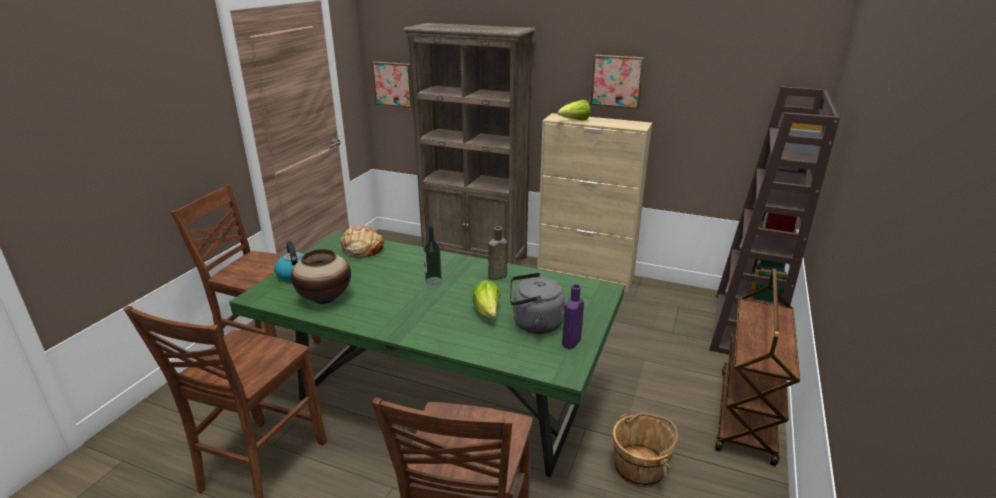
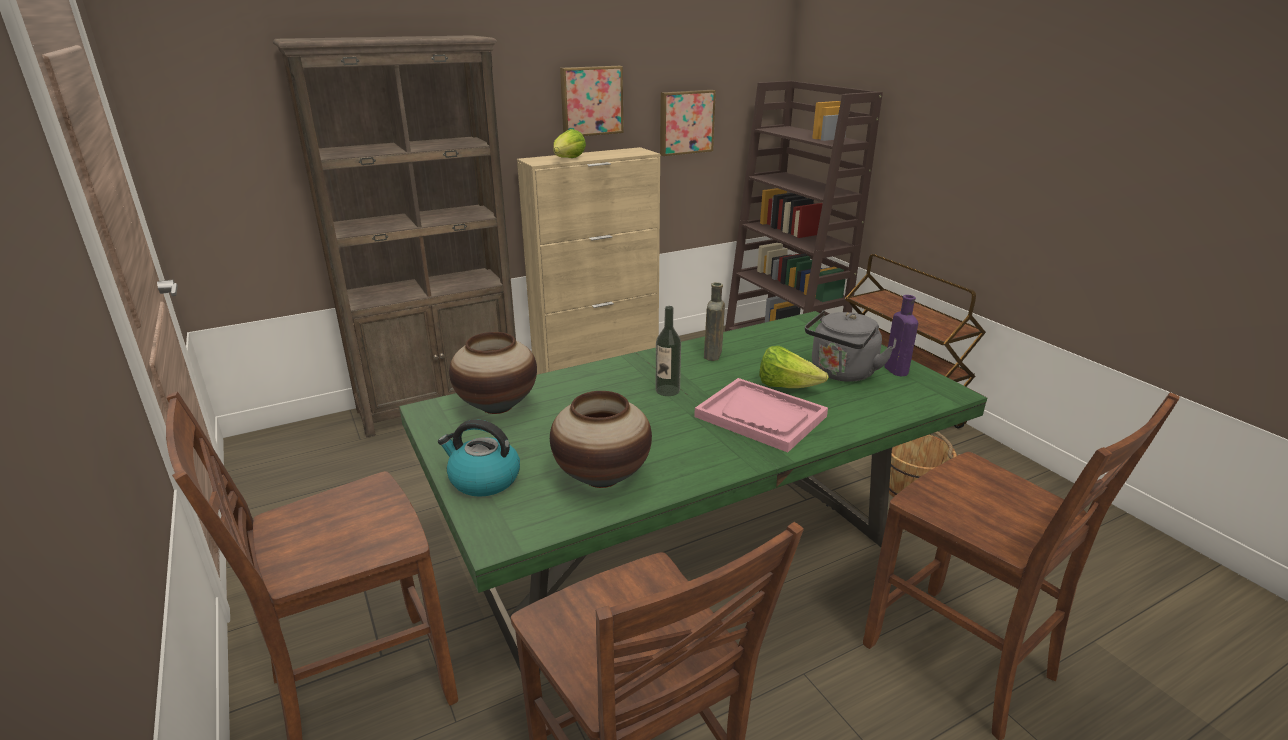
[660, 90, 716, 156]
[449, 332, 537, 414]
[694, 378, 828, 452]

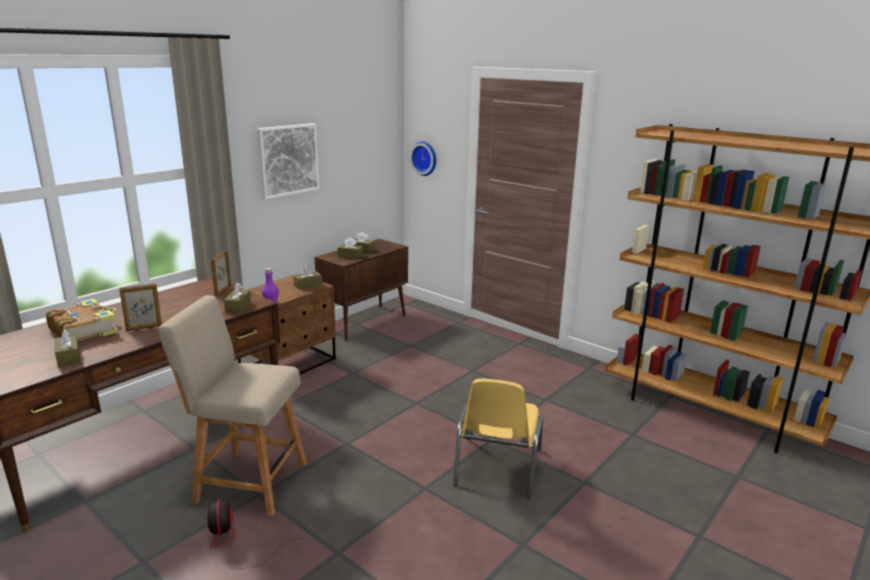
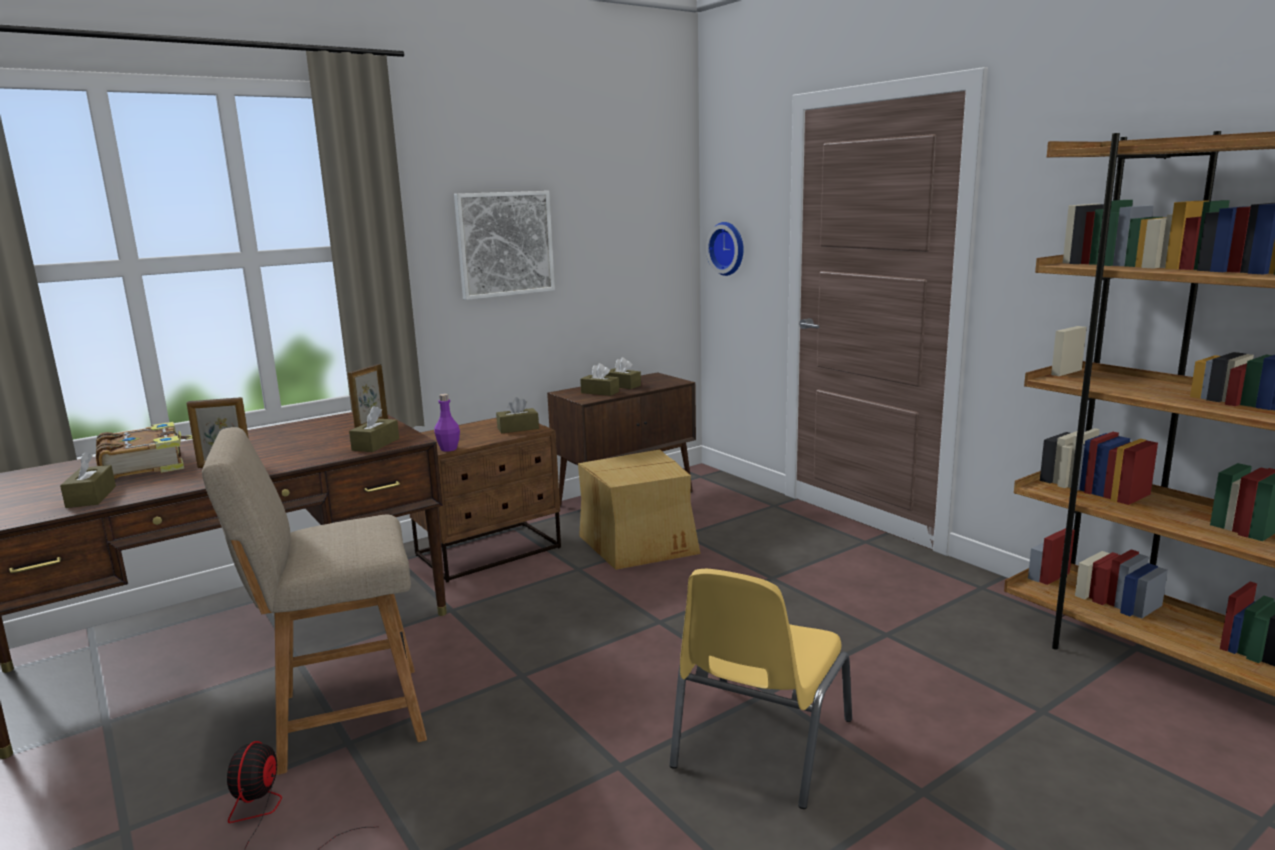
[202, 427, 427, 775]
[578, 449, 701, 570]

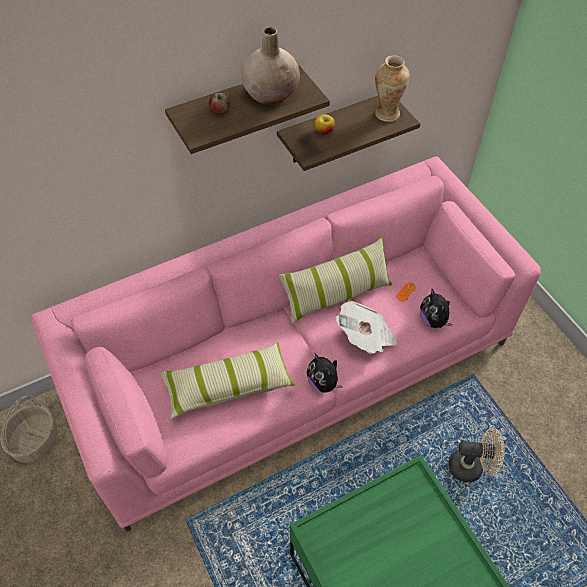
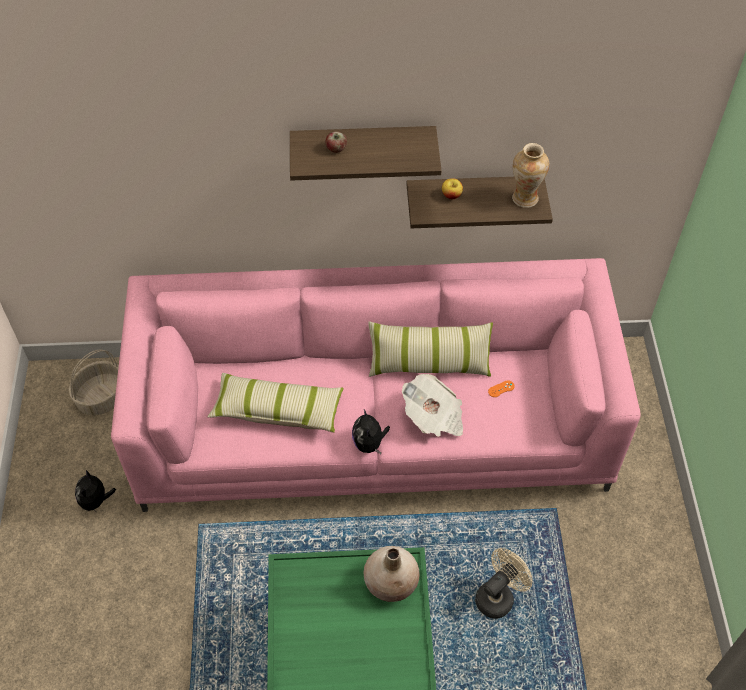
[363, 546, 420, 602]
[75, 470, 116, 511]
[475, 548, 533, 619]

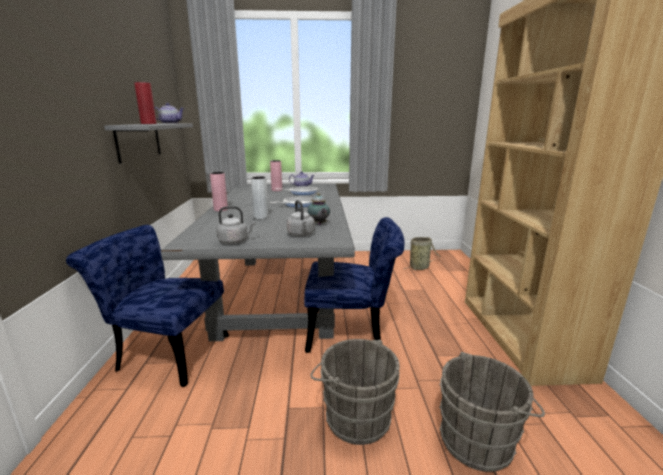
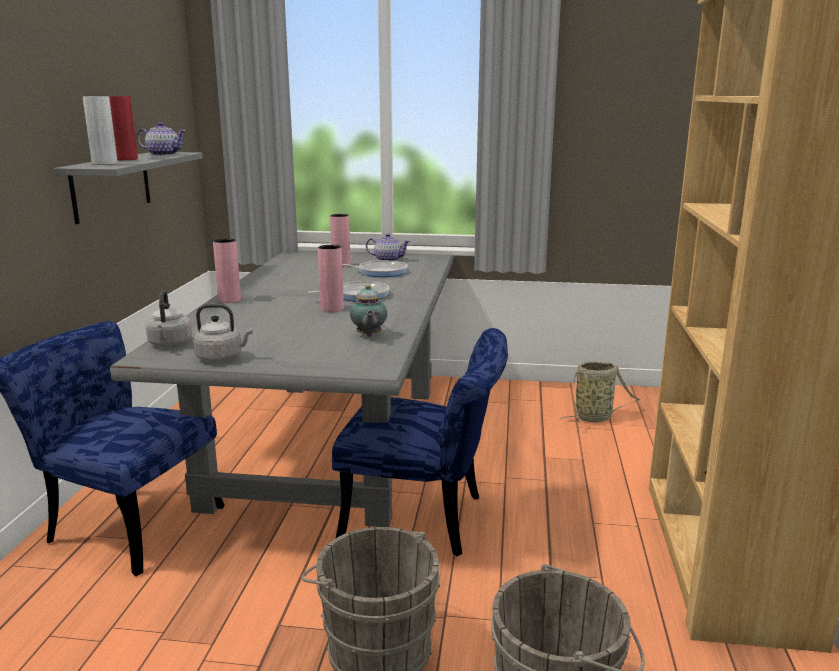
[83, 96, 118, 165]
[145, 290, 192, 347]
[318, 245, 344, 312]

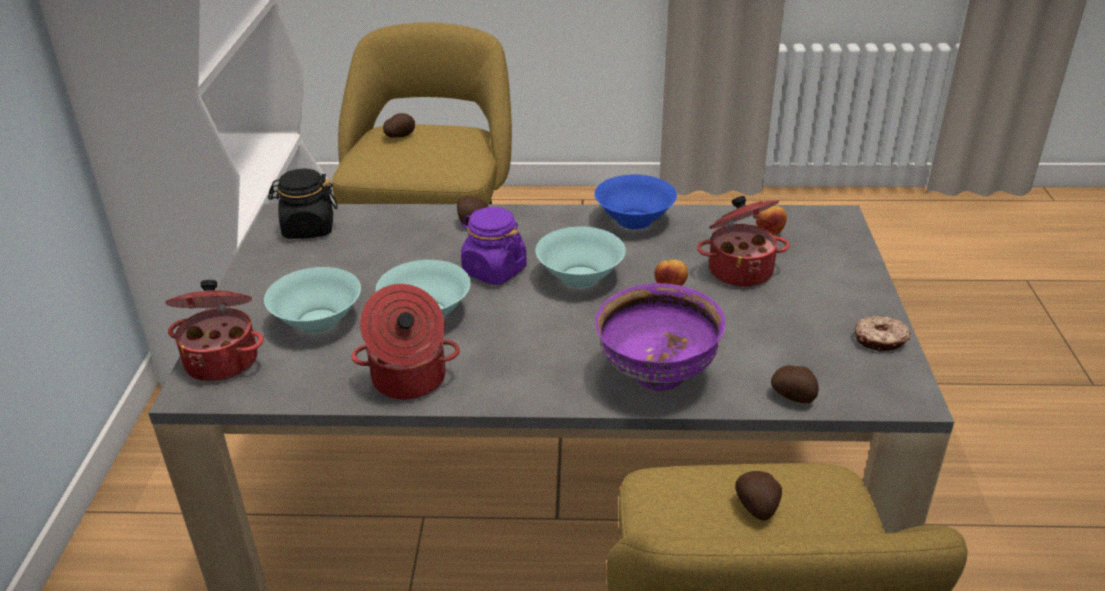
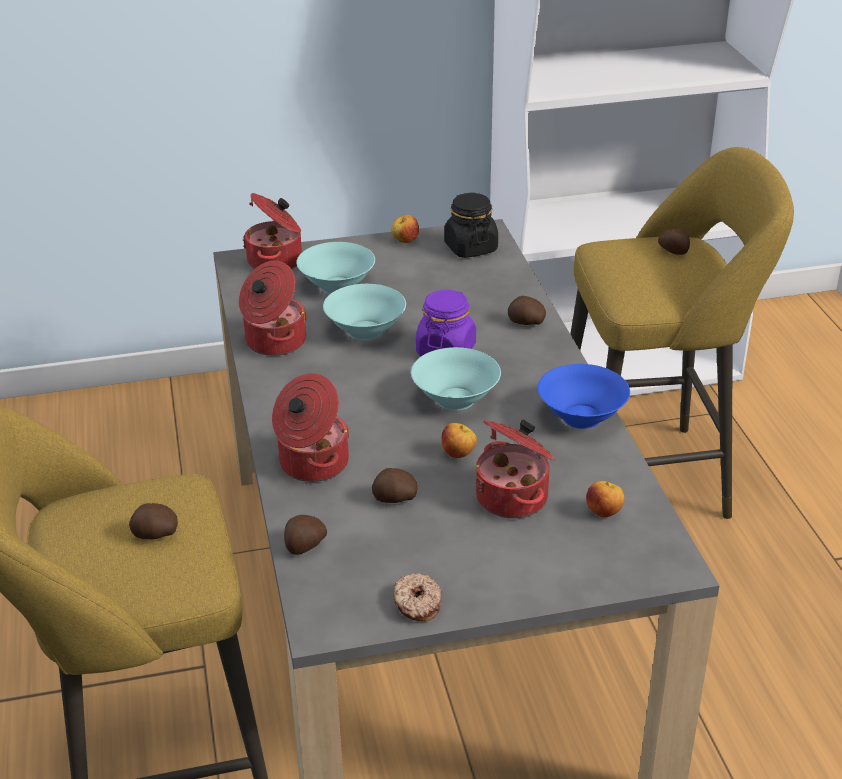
[272, 373, 349, 482]
[391, 215, 419, 243]
[372, 468, 418, 503]

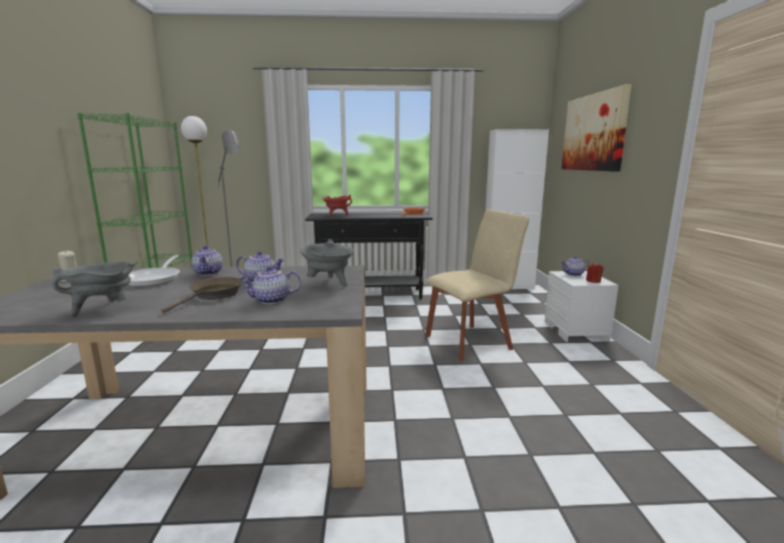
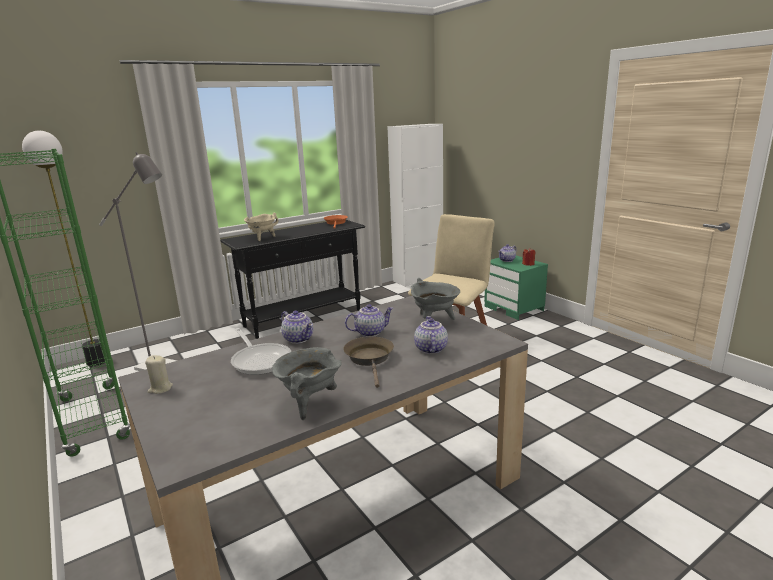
[562, 84, 632, 172] (first image)
[244, 213, 278, 241]
[414, 316, 448, 354]
[484, 256, 548, 320]

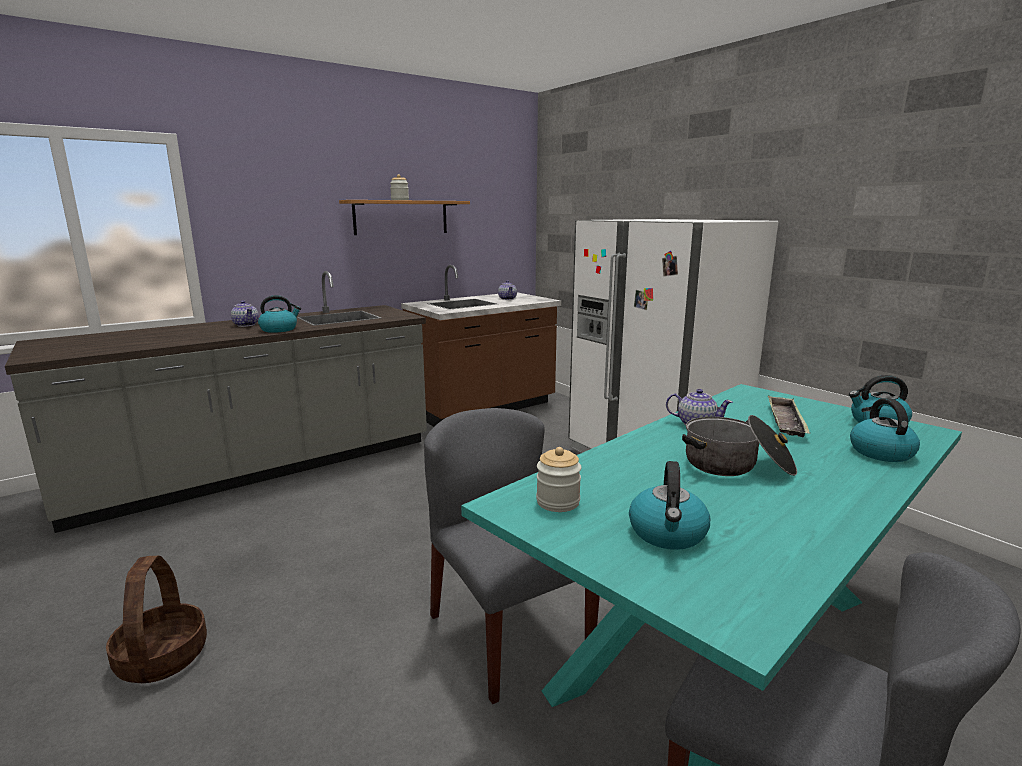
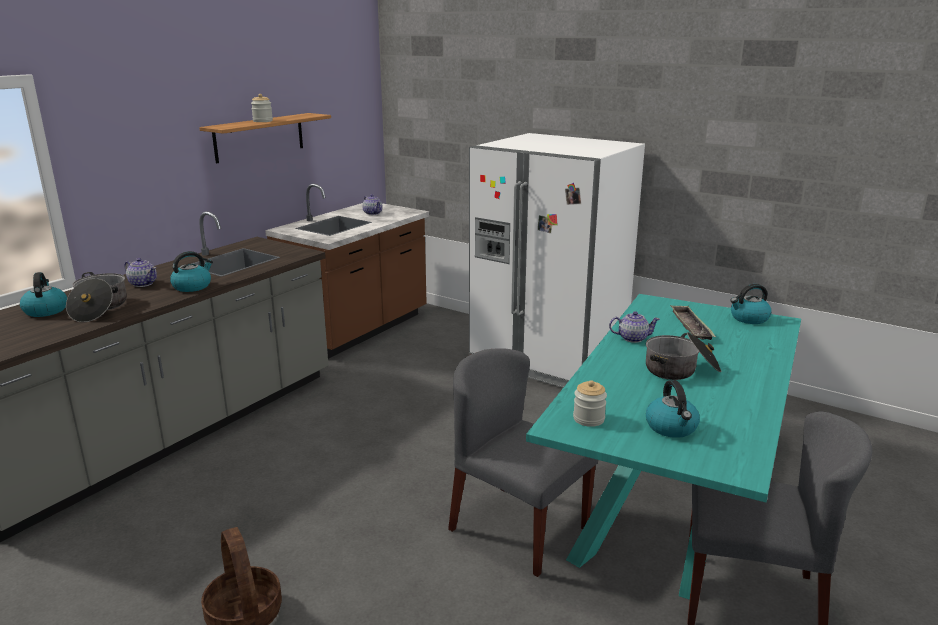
[20, 272, 67, 317]
[66, 272, 127, 322]

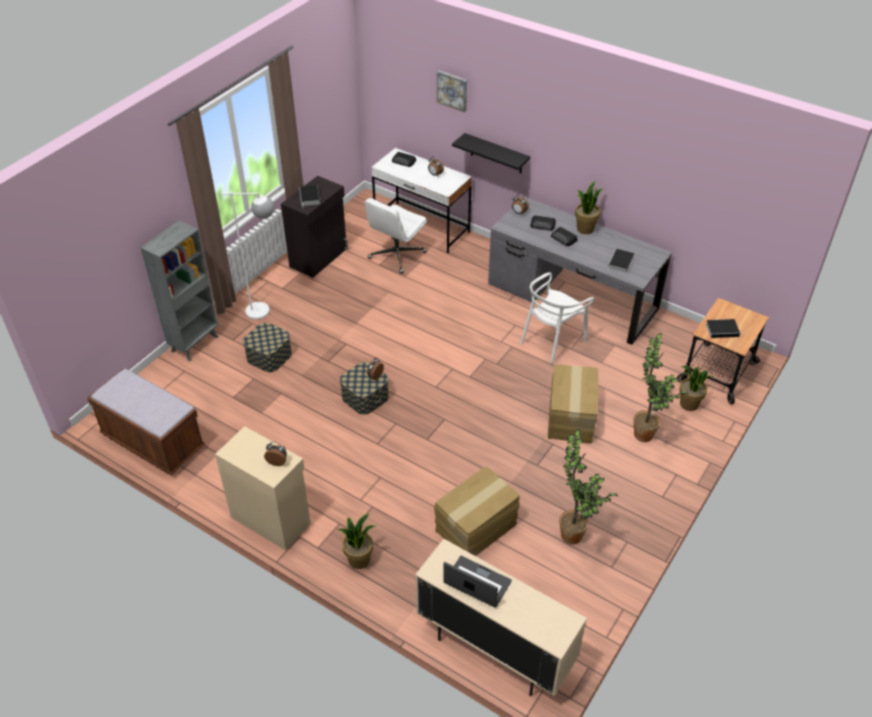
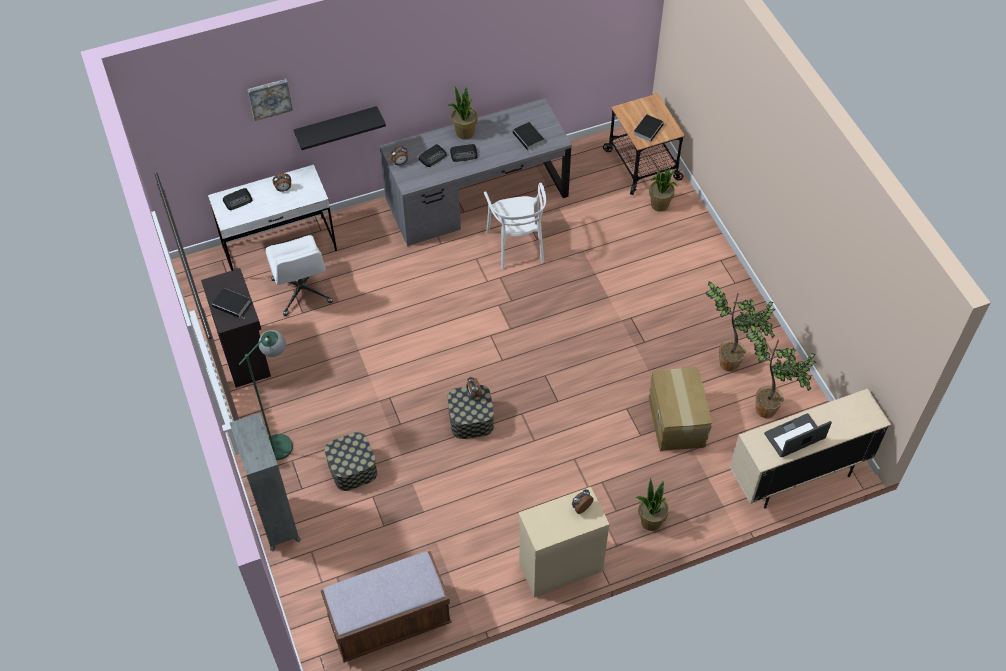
[239, 330, 293, 460]
[746, 324, 816, 418]
[548, 364, 599, 444] (first image)

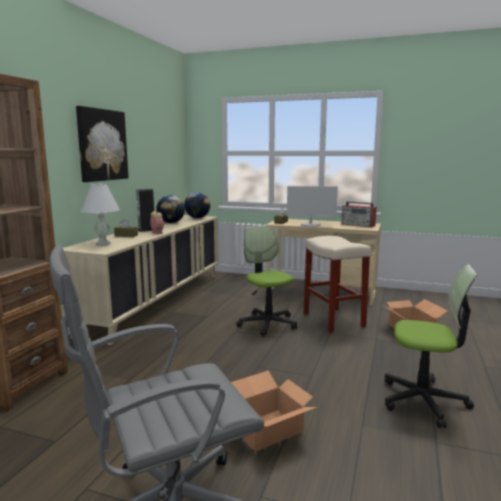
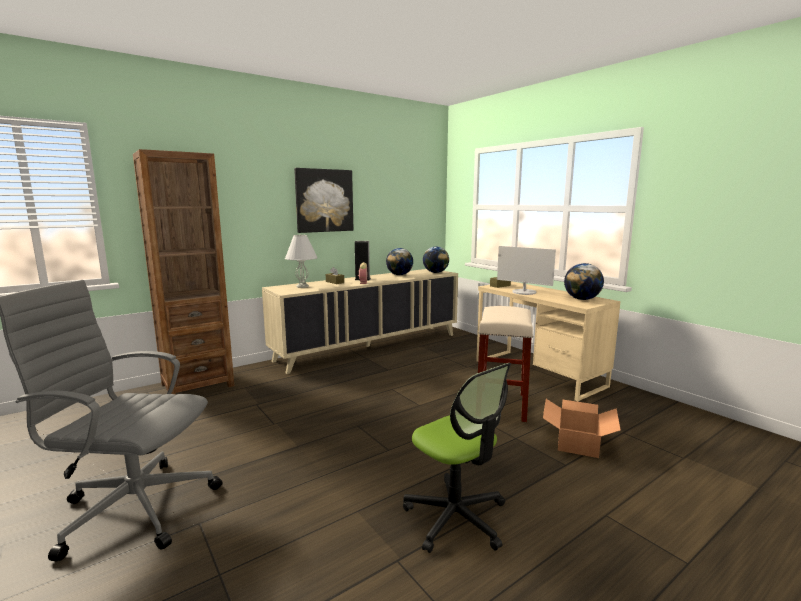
[564, 263, 604, 300]
[236, 226, 297, 336] (first image)
[231, 371, 317, 452] (first image)

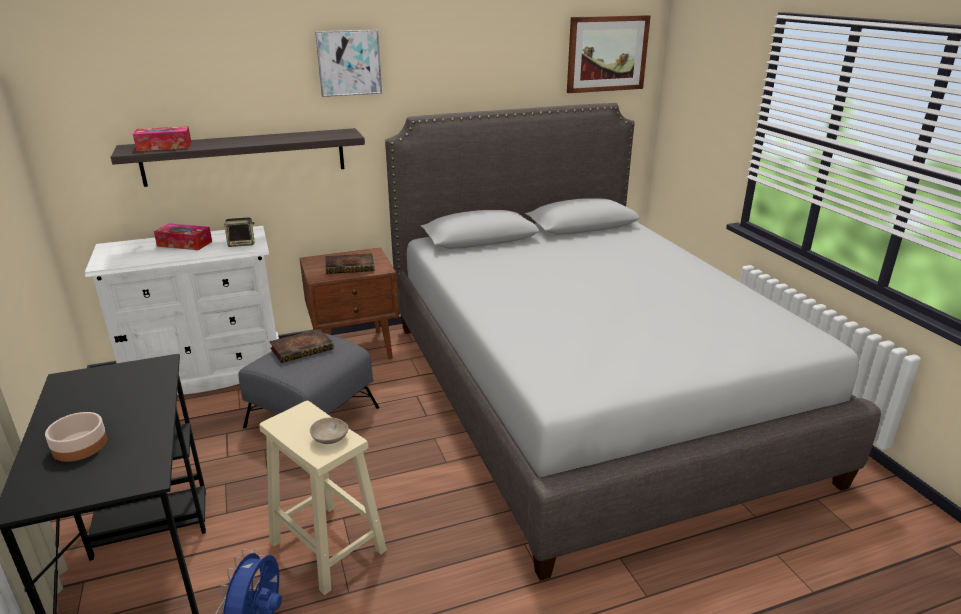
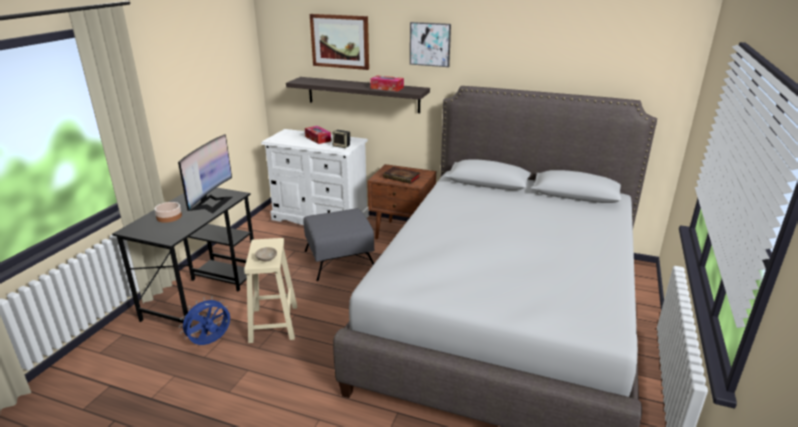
[310, 14, 369, 70]
[370, 75, 404, 92]
[269, 329, 334, 363] (first image)
[178, 135, 232, 214]

